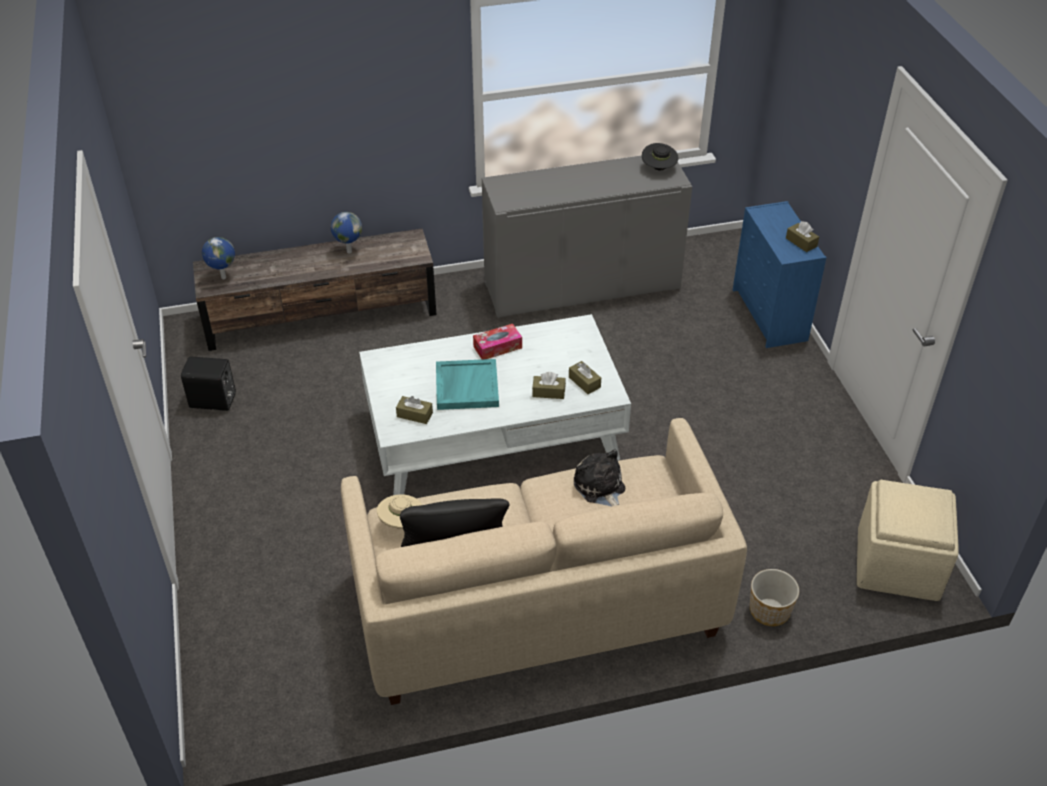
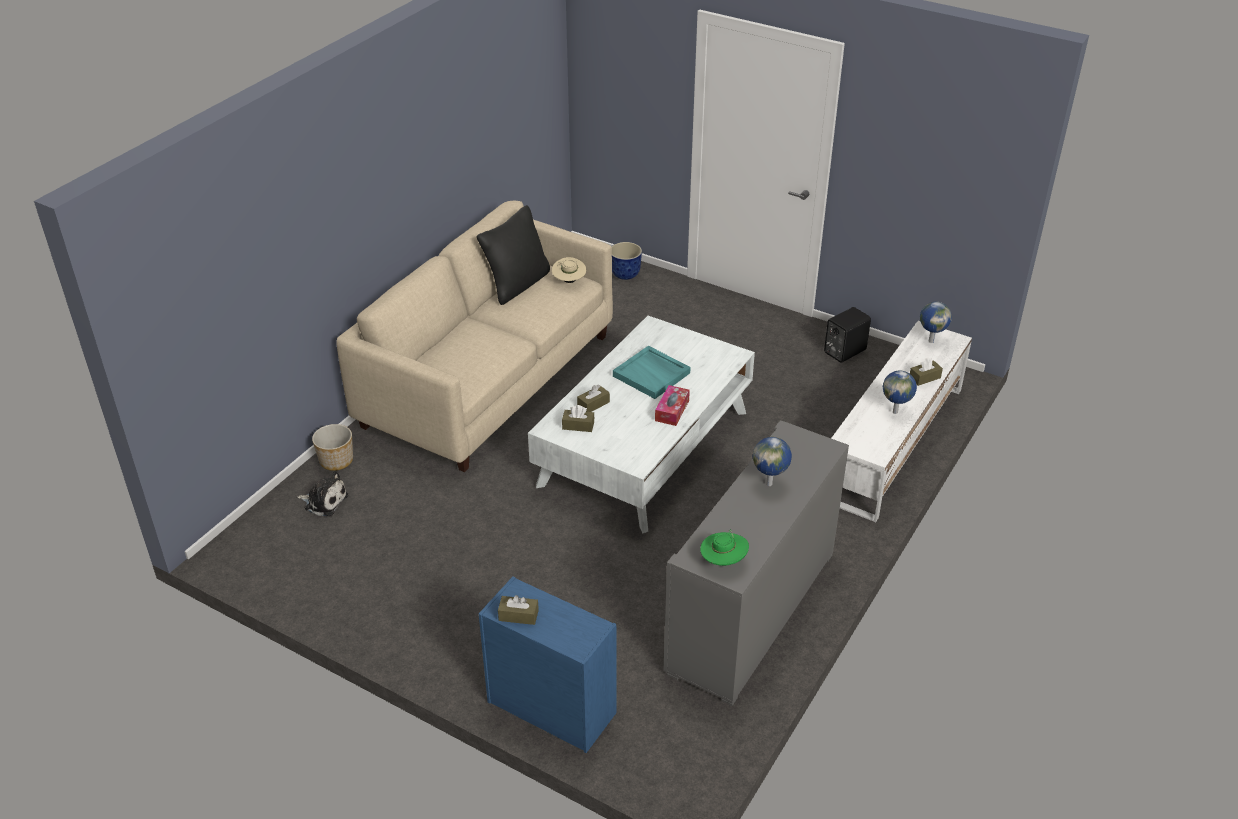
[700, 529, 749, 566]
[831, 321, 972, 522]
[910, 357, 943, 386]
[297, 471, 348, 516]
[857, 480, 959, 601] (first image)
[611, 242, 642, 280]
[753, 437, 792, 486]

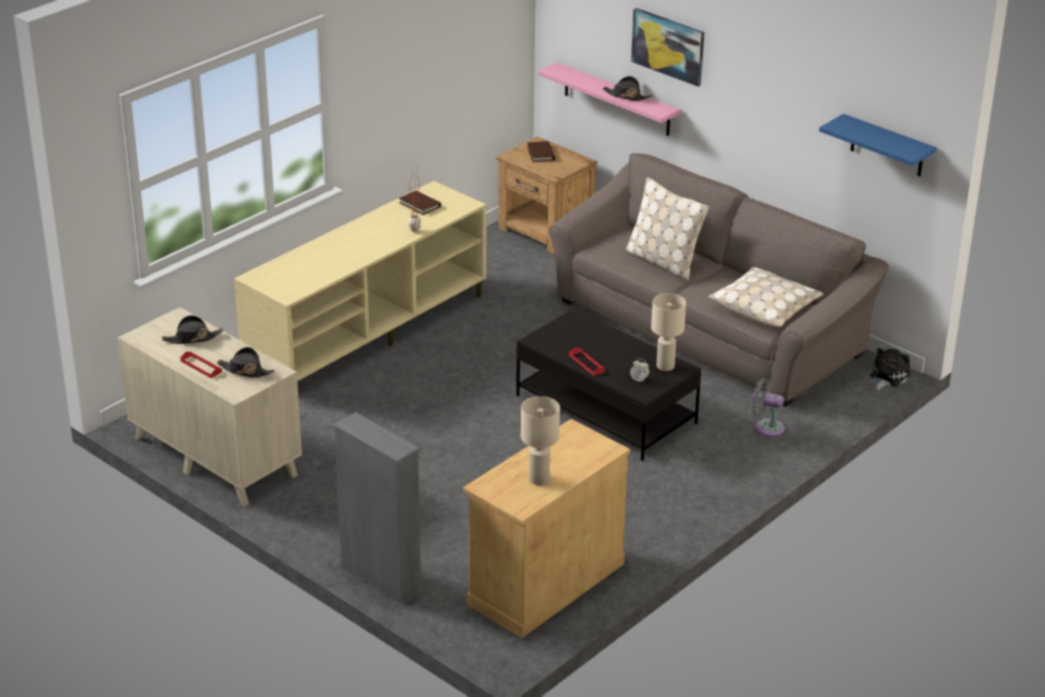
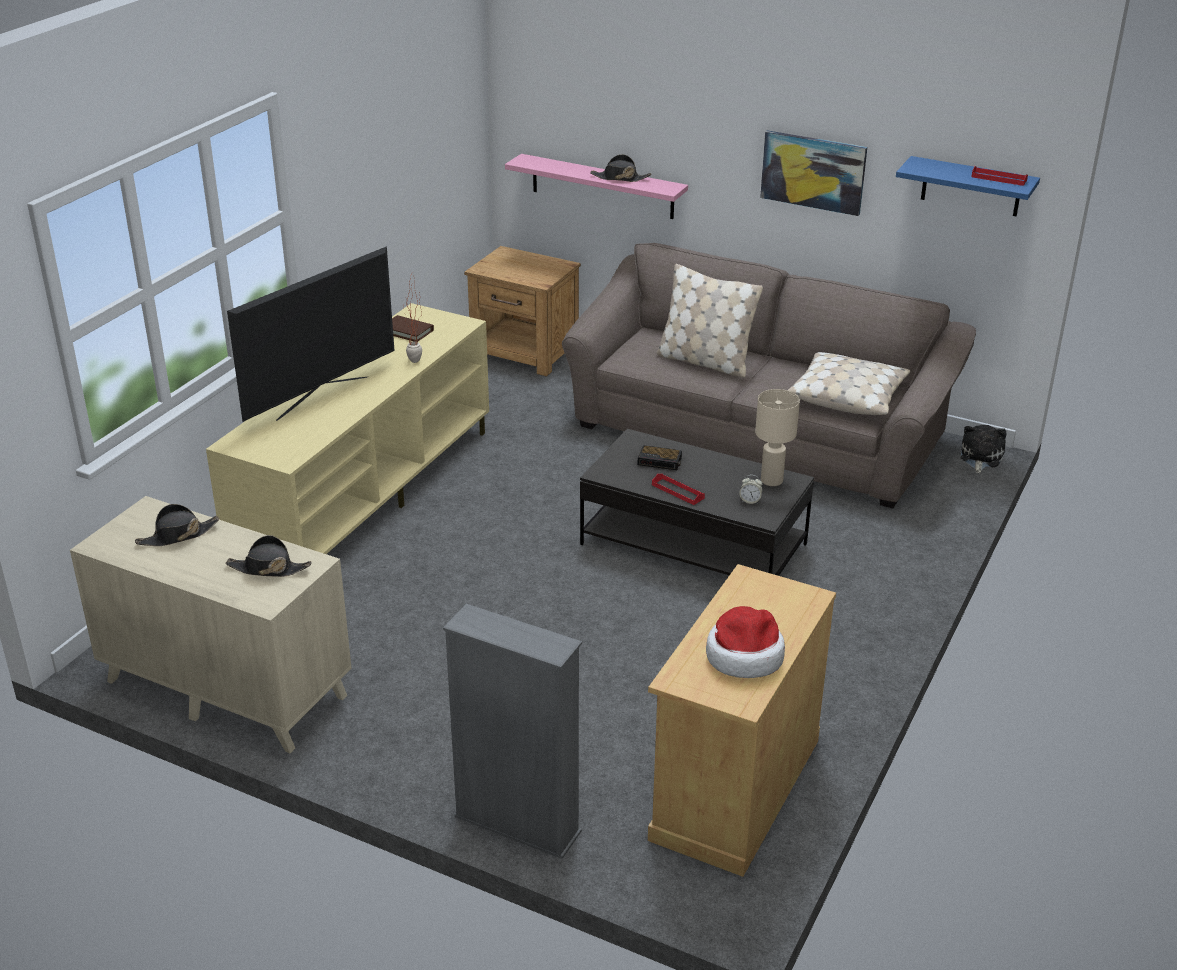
[760, 130, 867, 216]
[527, 141, 555, 162] (first image)
[971, 166, 1028, 186]
[750, 379, 785, 437] (first image)
[706, 606, 785, 678]
[227, 246, 394, 422]
[638, 445, 682, 470]

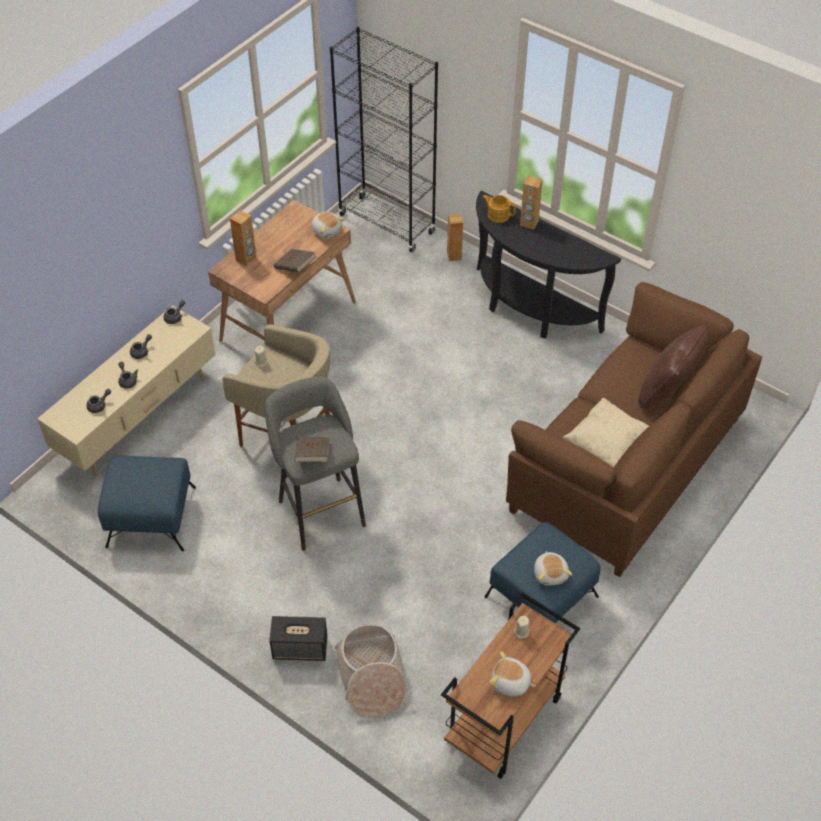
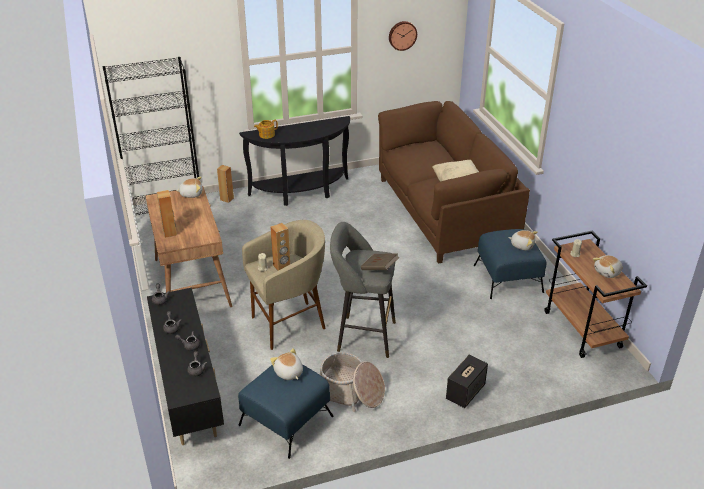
[270, 223, 290, 271]
[274, 249, 317, 272] (first image)
[147, 288, 224, 445]
[638, 325, 710, 408] (first image)
[319, 352, 385, 412]
[389, 21, 417, 51]
[270, 348, 303, 380]

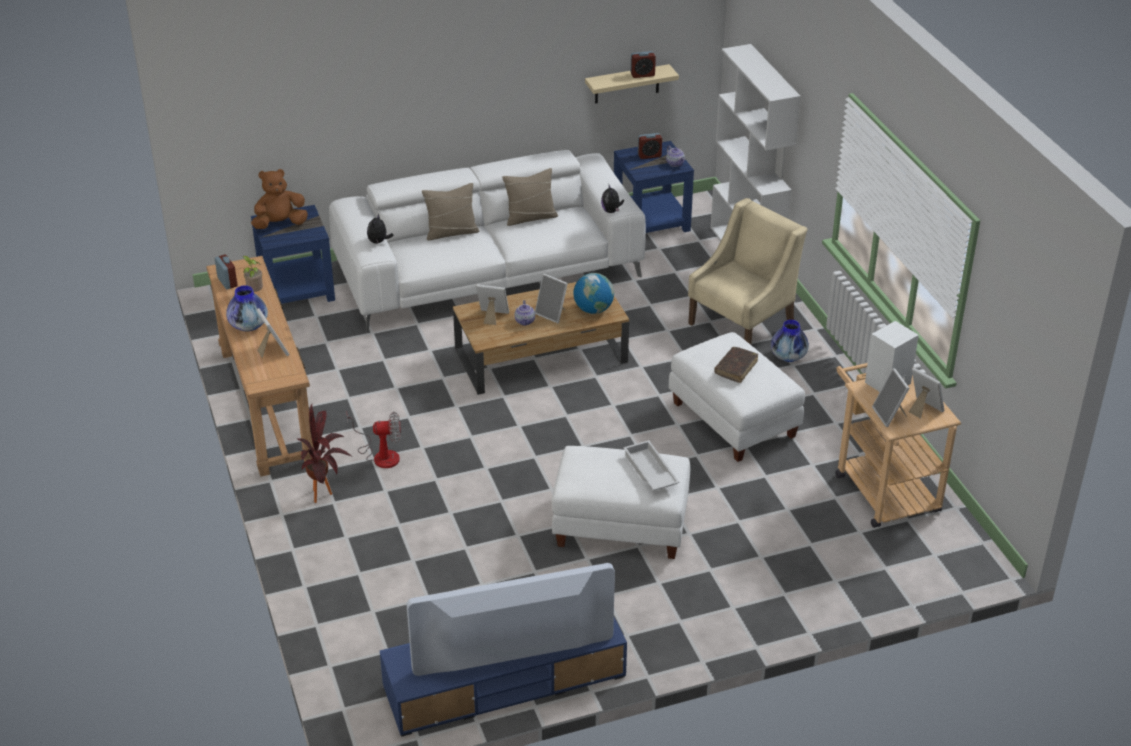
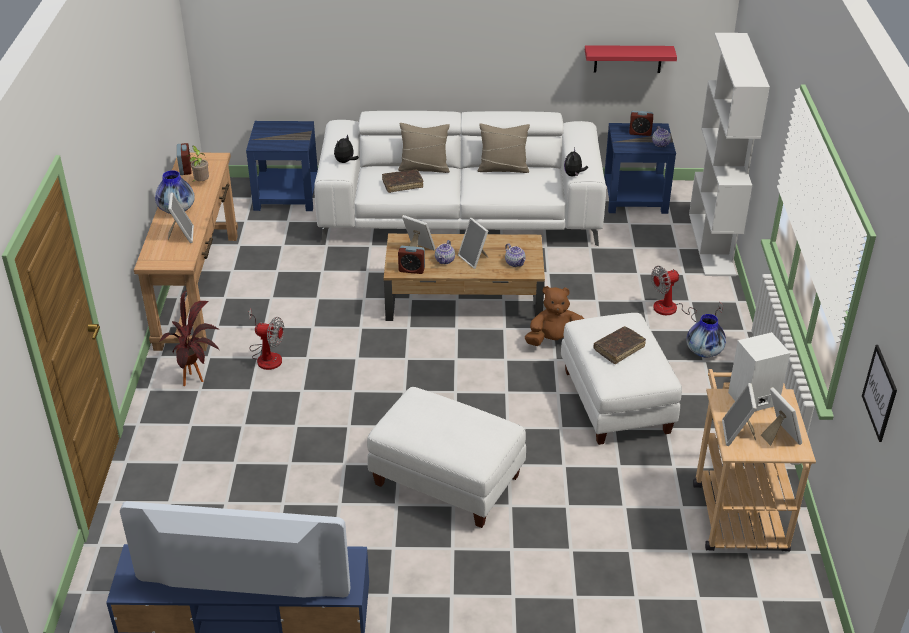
[398, 246, 425, 274]
[585, 45, 677, 73]
[525, 286, 584, 346]
[651, 266, 723, 323]
[505, 243, 526, 267]
[623, 440, 680, 491] (first image)
[382, 169, 424, 193]
[862, 345, 897, 442]

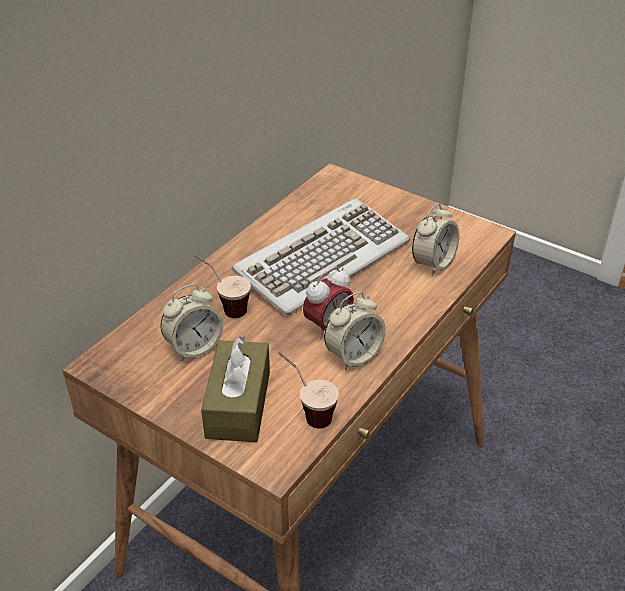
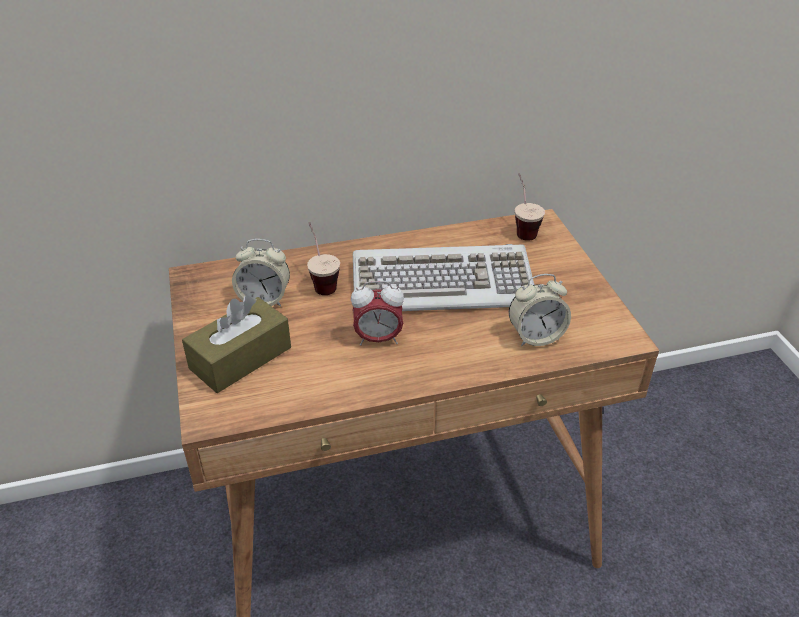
[324, 292, 386, 370] (first image)
[515, 173, 545, 241]

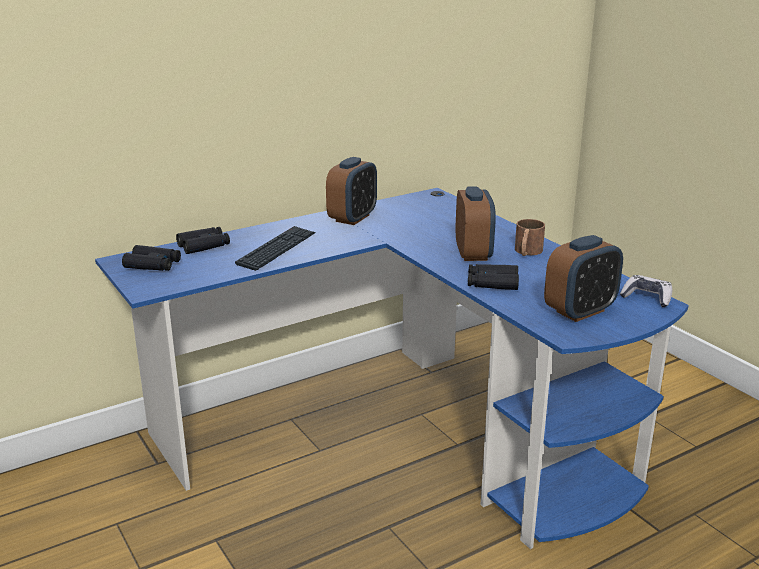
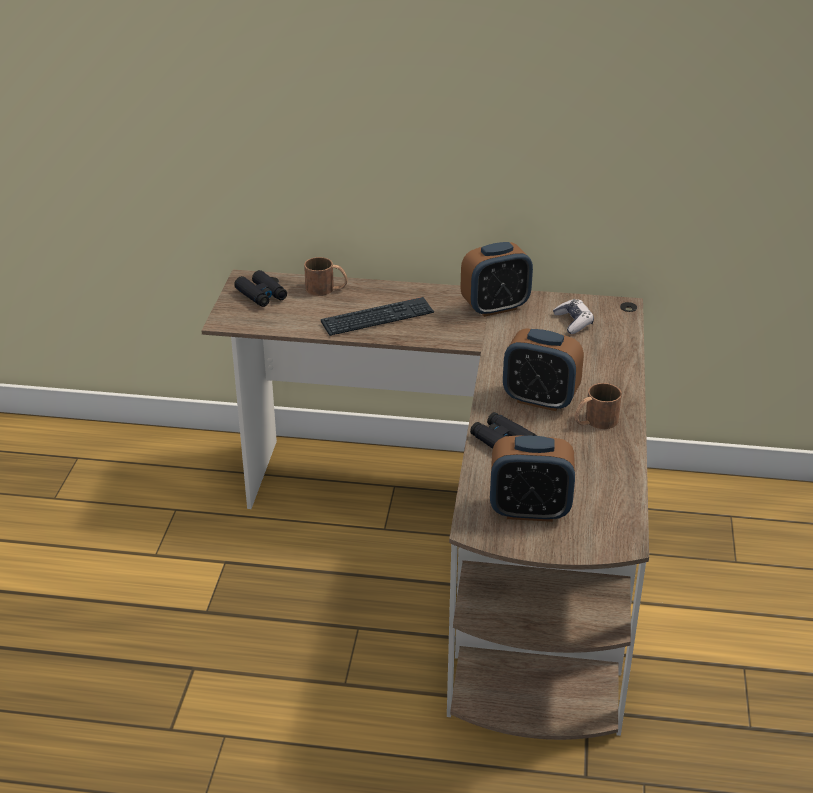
[503, 328, 584, 411]
[201, 270, 649, 740]
[304, 257, 348, 296]
[553, 299, 594, 334]

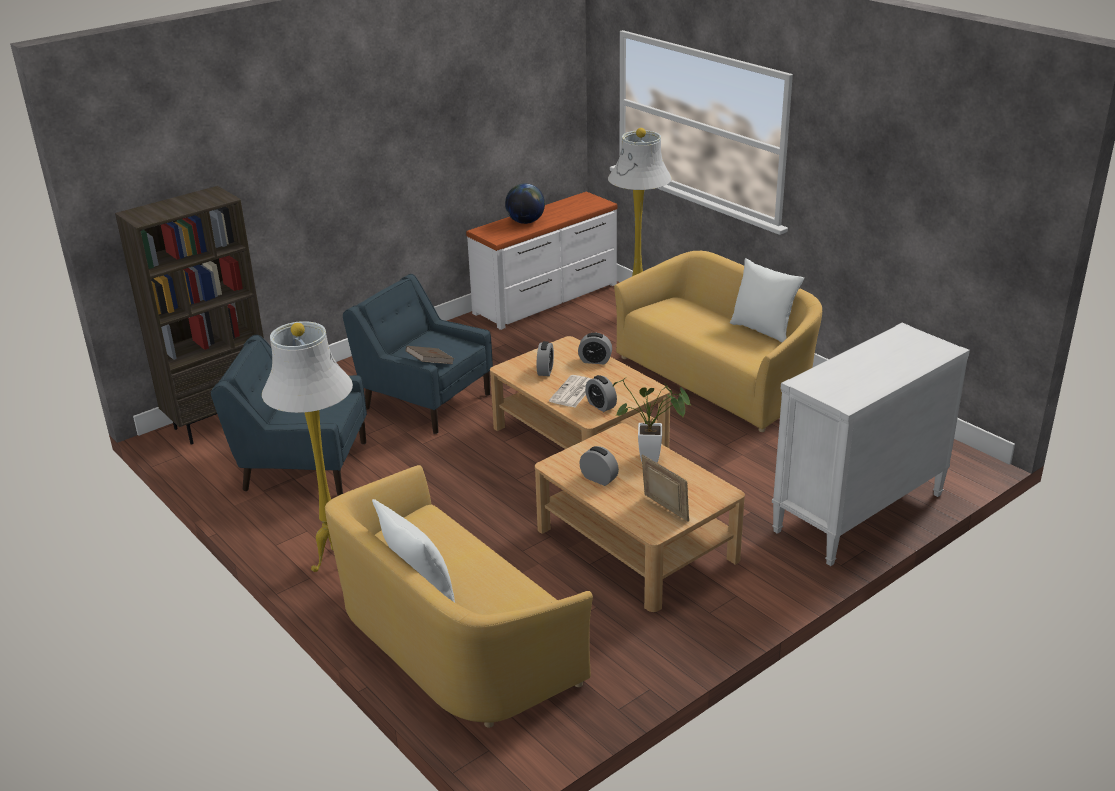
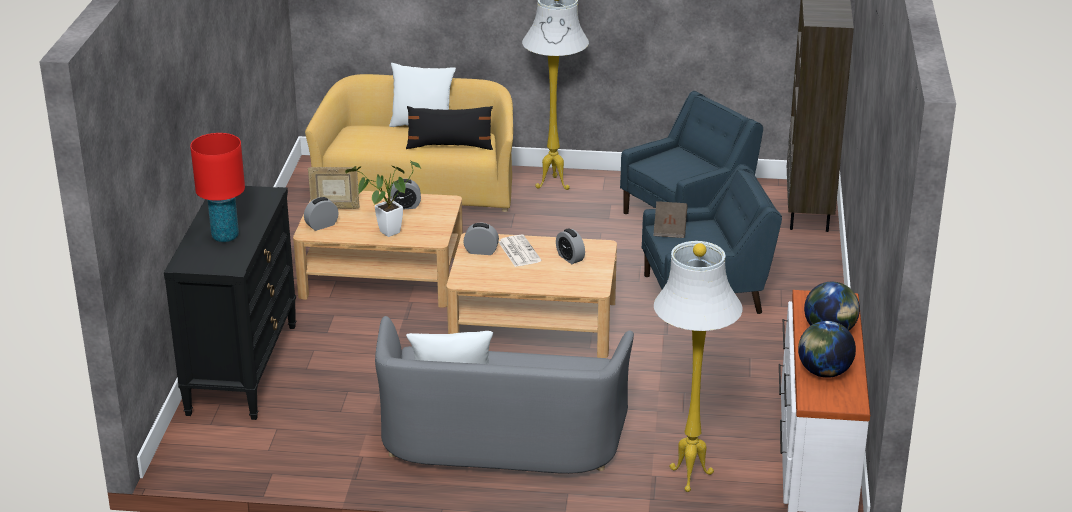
[375, 316, 634, 474]
[164, 186, 296, 420]
[304, 197, 339, 231]
[406, 106, 493, 150]
[190, 133, 245, 242]
[798, 321, 856, 378]

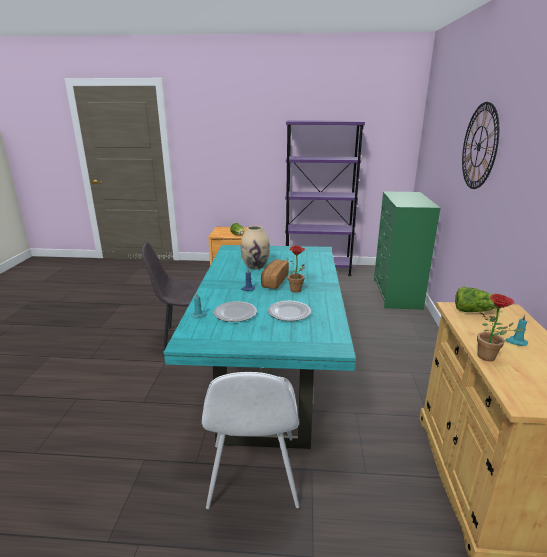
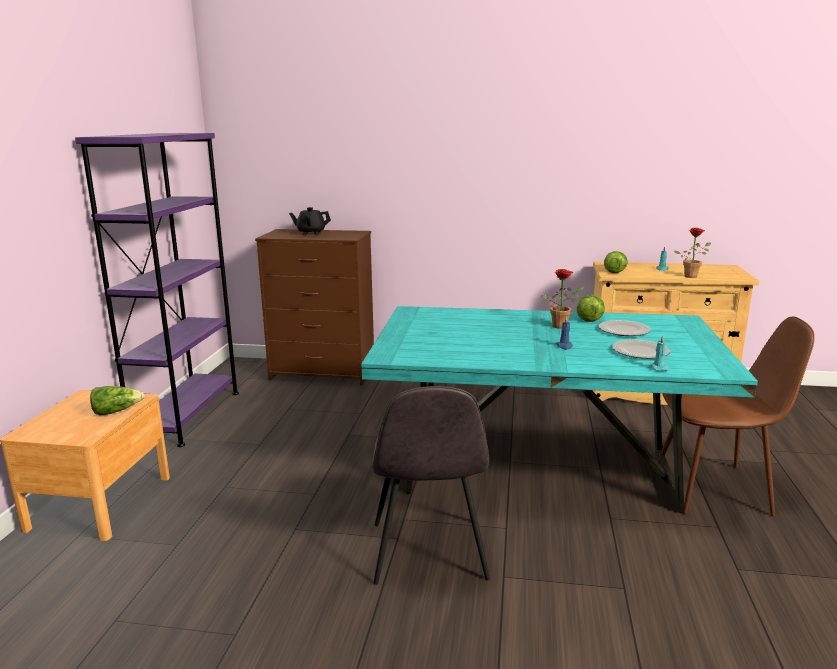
[462, 102, 499, 189] (first image)
[255, 229, 374, 386]
[241, 226, 270, 270] (first image)
[261, 259, 289, 289] (first image)
[657, 316, 815, 516]
[289, 207, 331, 235]
[577, 295, 605, 322]

